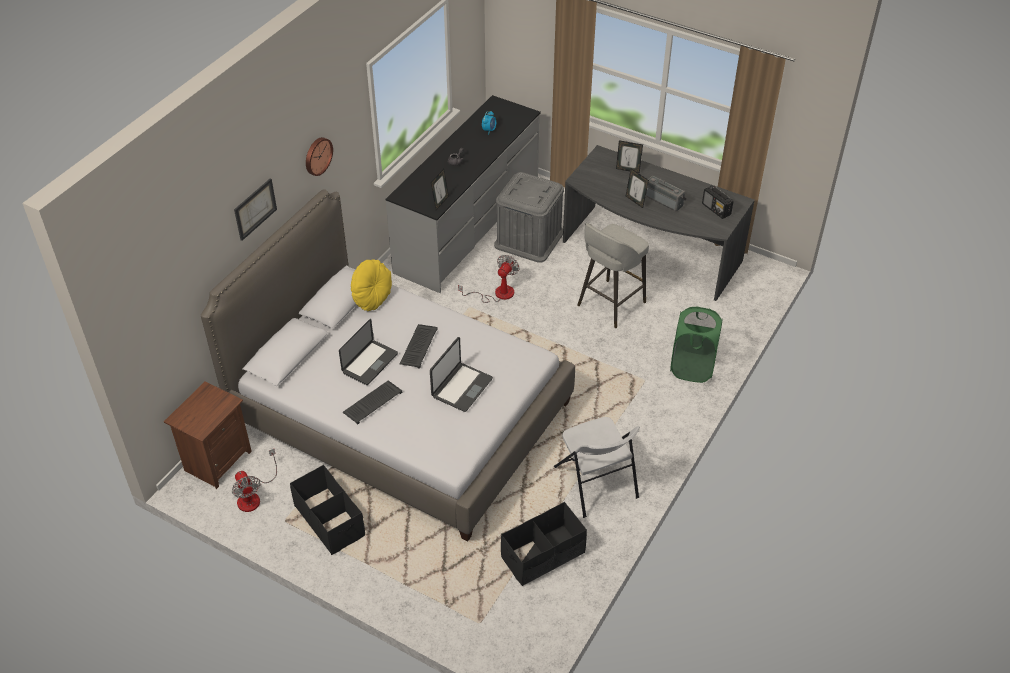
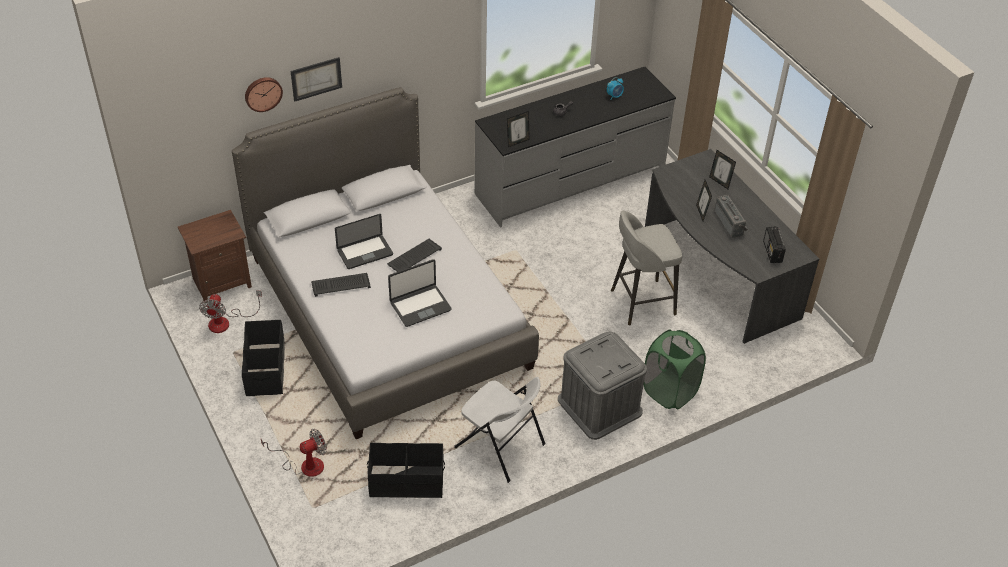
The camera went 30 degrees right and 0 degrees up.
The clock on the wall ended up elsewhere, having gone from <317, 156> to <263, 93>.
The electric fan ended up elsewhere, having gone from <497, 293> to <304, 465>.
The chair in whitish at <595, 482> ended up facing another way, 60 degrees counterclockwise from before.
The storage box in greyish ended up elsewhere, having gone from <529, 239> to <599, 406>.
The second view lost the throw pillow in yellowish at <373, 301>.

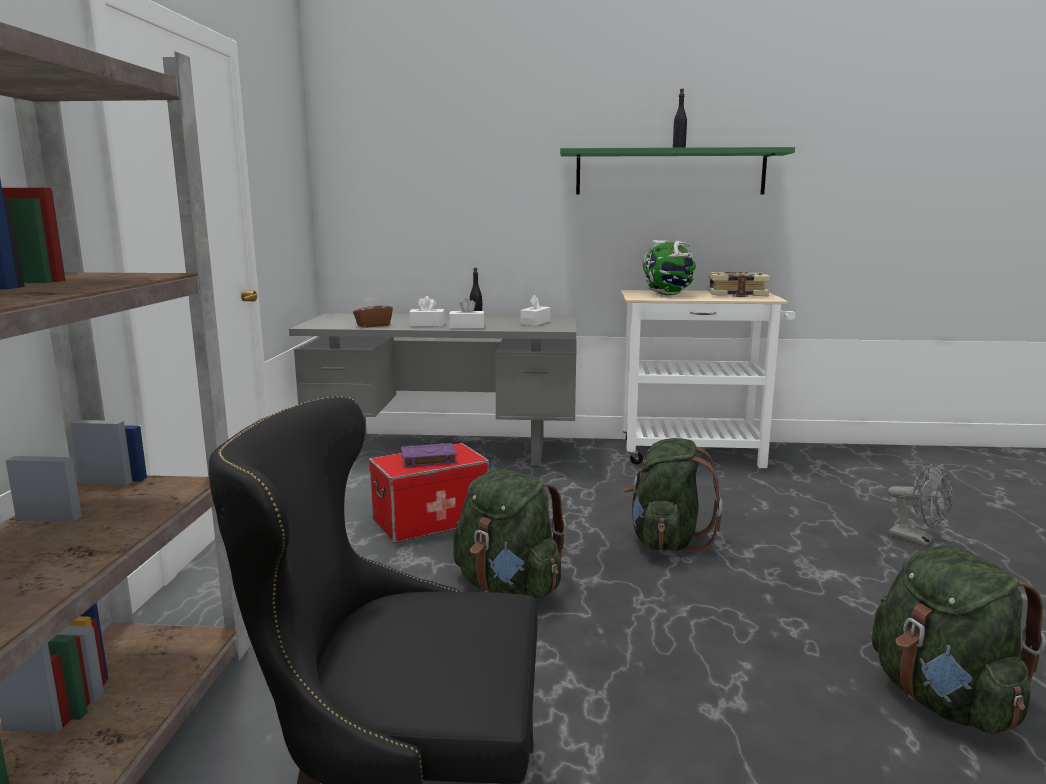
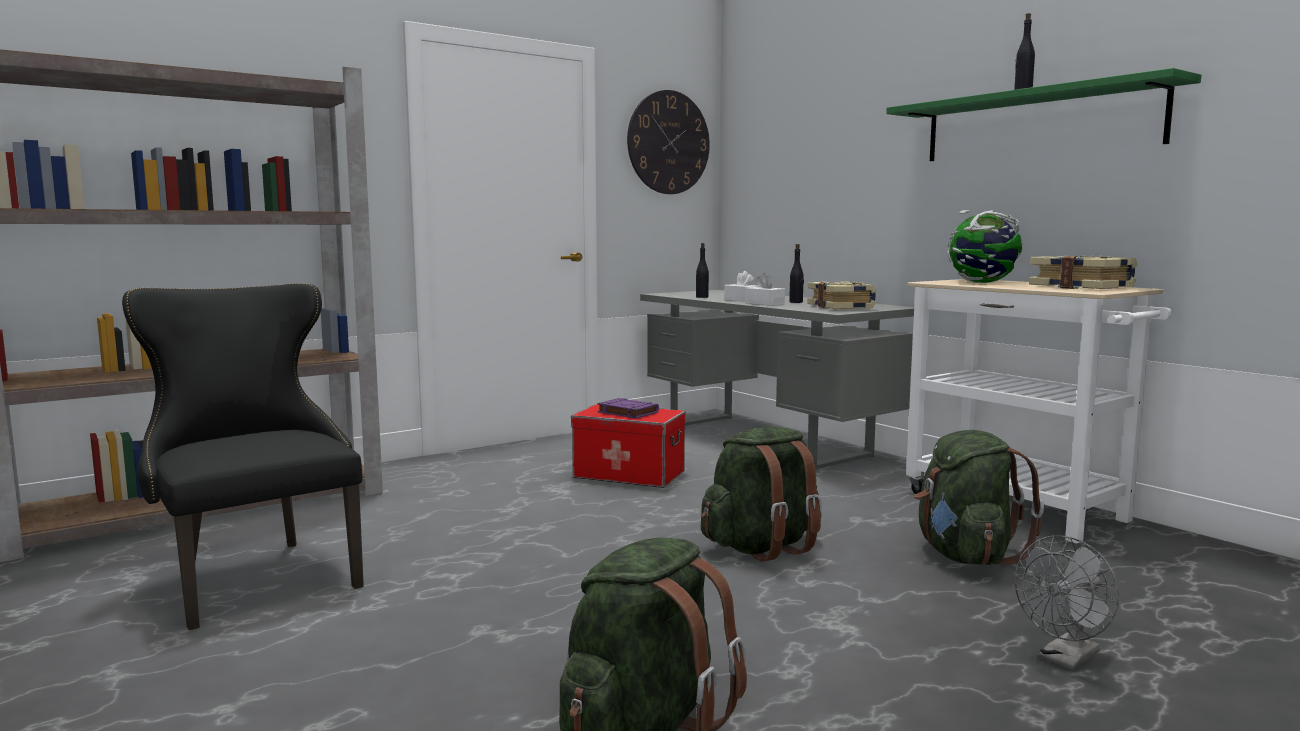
The camera went 50 degrees right and 5 degrees down.
The second view gained the clock on the wall at <668, 142>.
Where the tissue holder in brown stood at <373, 325>, the beverage bottle in blackish came to stand at <702, 297>.
Where the tissue holder in whitish stood at <535, 322>, the book came to stand at <841, 307>.
The knapsack in green-coloured ended up elsewhere, having gone from <508, 587> to <966, 556>.
The electric fan in greyish at <918, 539> ended up facing another way, 45 degrees clockwise from before.

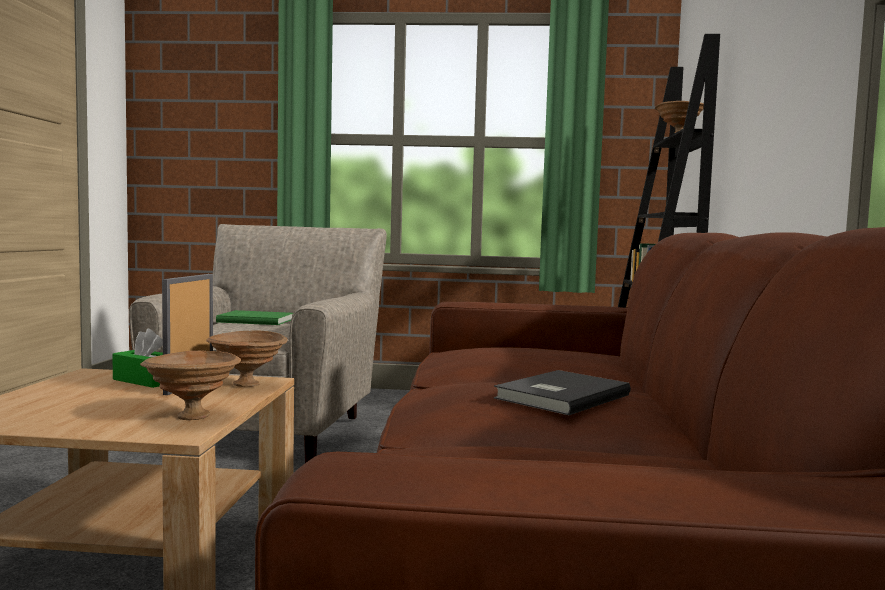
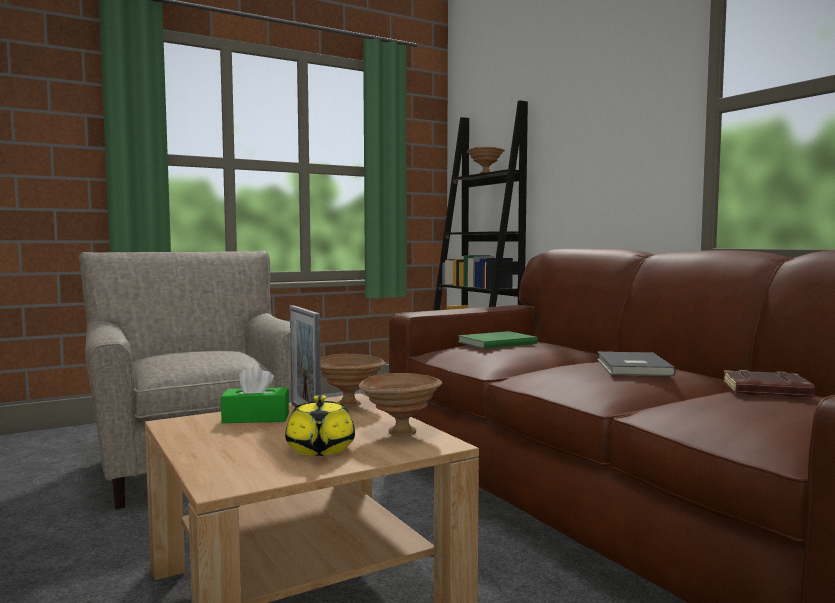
The camera went 35 degrees left and 0 degrees up.
The second view gained the pot for tea in yellowish at <320, 449>.
The book in green-coloured ended up elsewhere, having gone from <255, 320> to <495, 342>.
The second view gained the book in brown at <765, 391>.

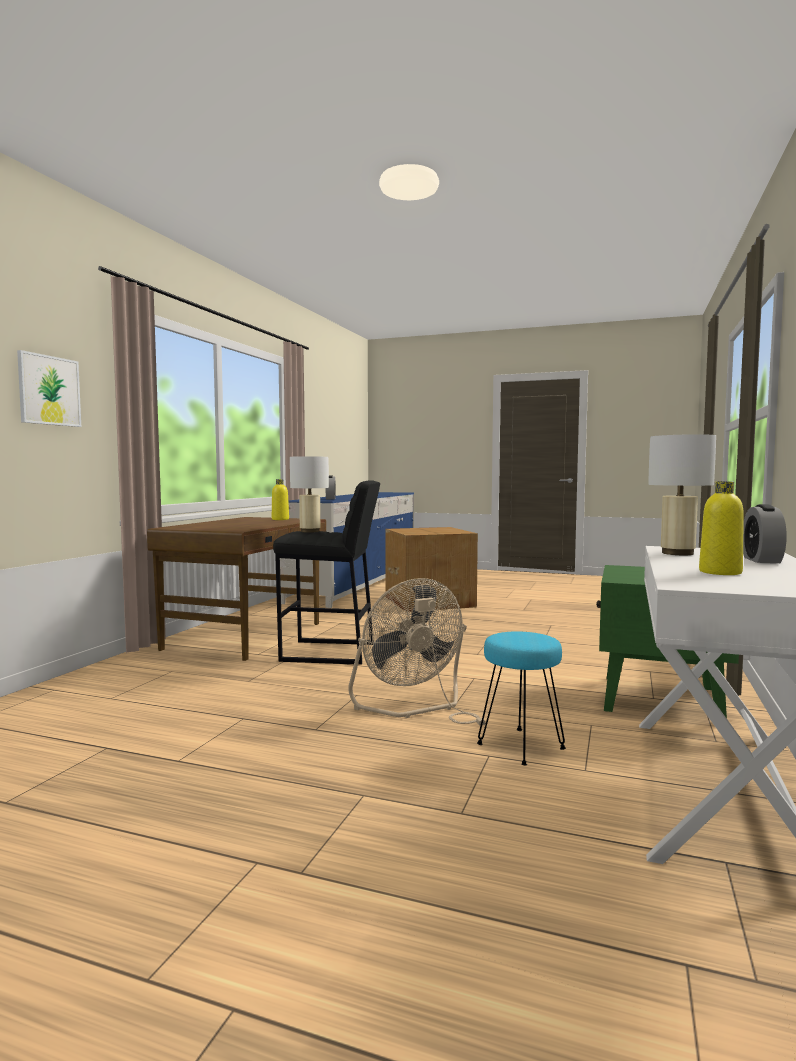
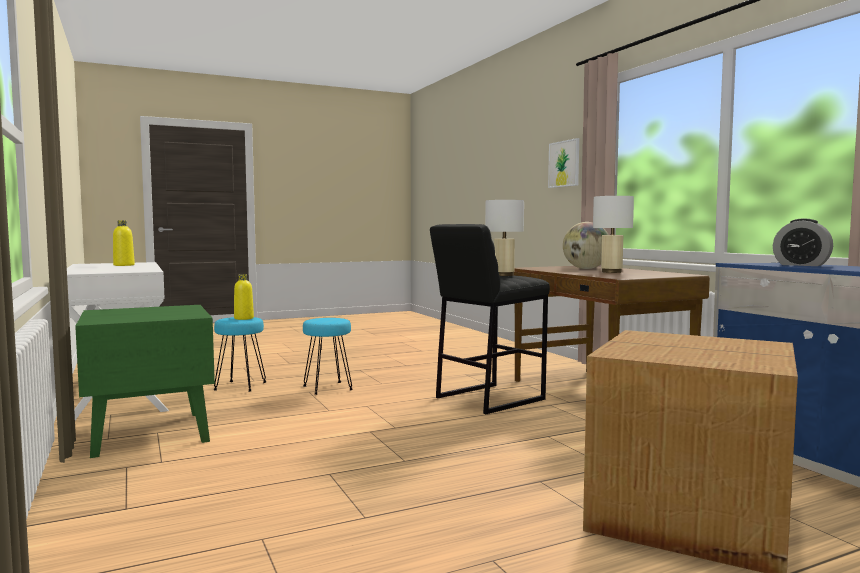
The camera went 135 degrees right and 0 degrees up.
The beverage bottle in yellowish ended up elsewhere, having gone from <280, 519> to <244, 318>.
Where the electric fan in beige stood at <423, 706>, the sitting stool in blue-green came to stand at <327, 388>.
The second view gained the world globe at <586, 269>.
The tabletop lamp in whitish ended up elsewhere, having gone from <678, 553> to <611, 272>.
The second view lost the table clock at <761, 560>.

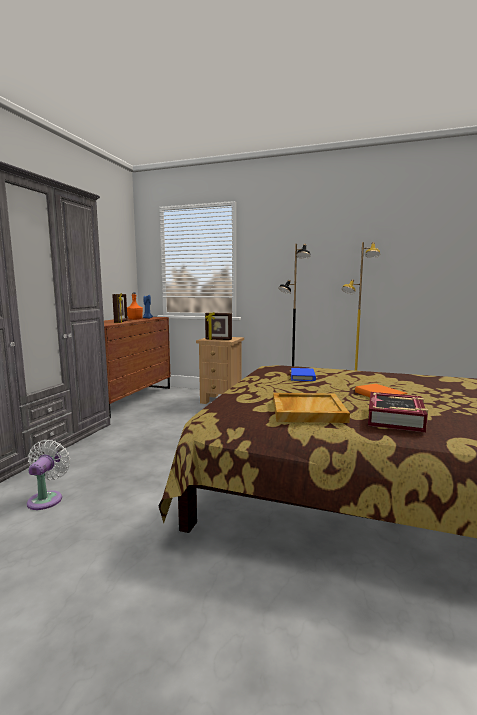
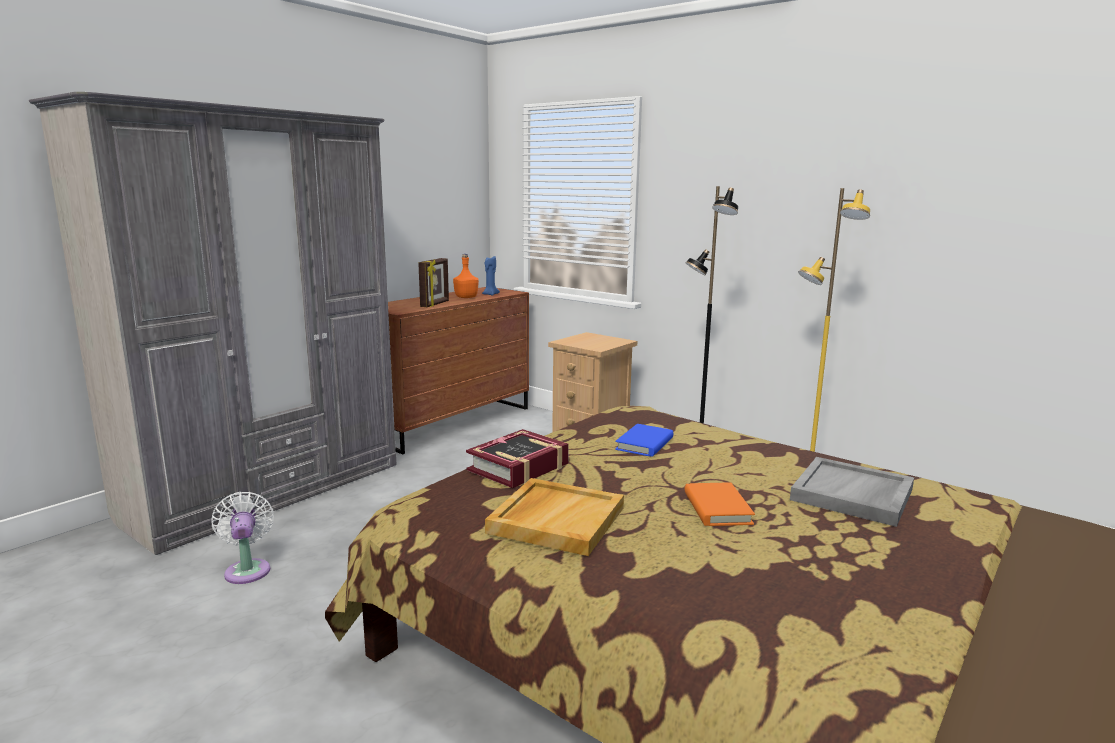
The camera went 20 degrees right and 5 degrees up.
The electric fan in whitish at <47, 498> ended up facing another way, 45 degrees counterclockwise from before.
The book ended up elsewhere, having gone from <396, 418> to <518, 467>.
The second view gained the carrying tray in greyish at <853, 495>.
The second view lost the photo frame at <218, 339>.

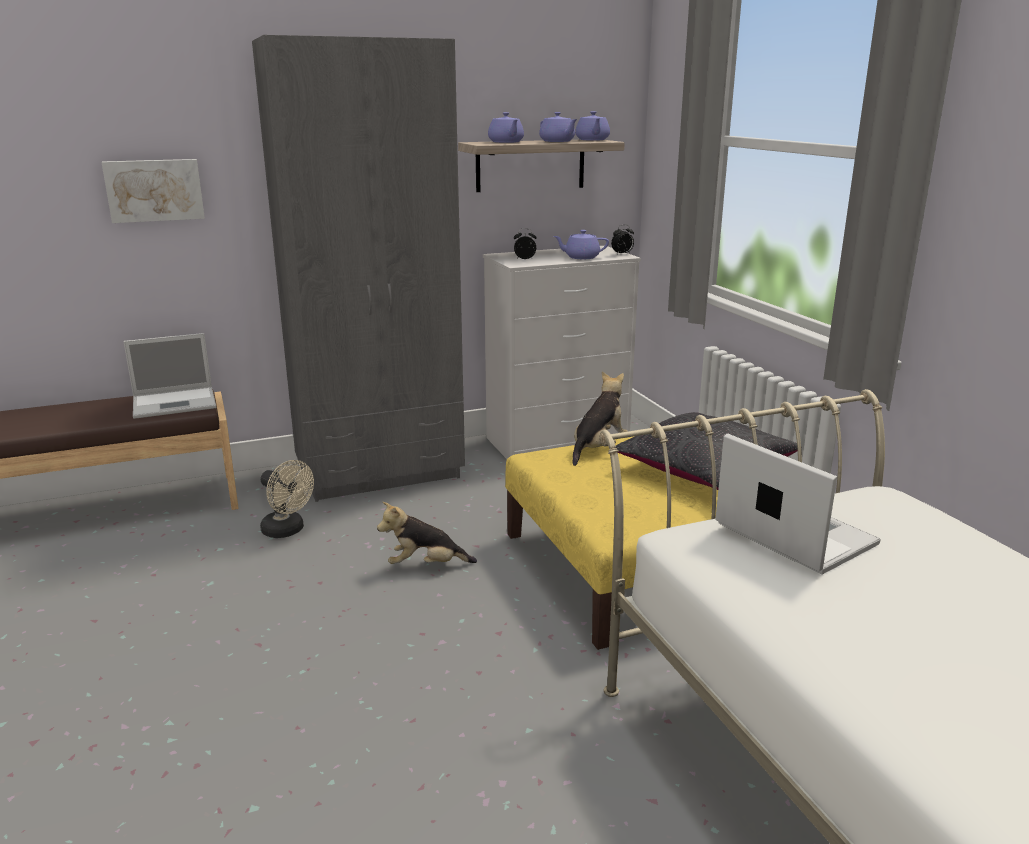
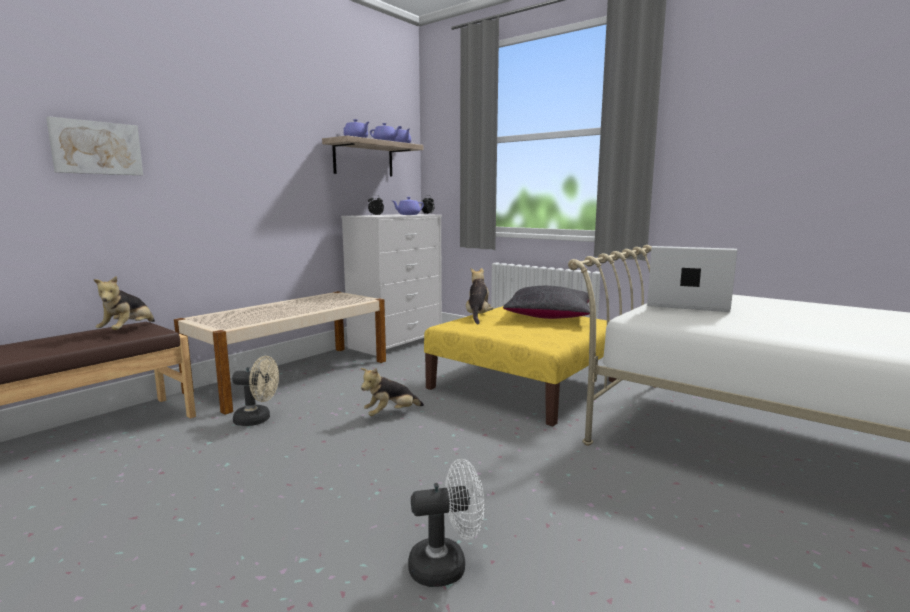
The camera went 30 degrees left and 10 degrees down.
Where the laptop stood at <176, 403>, the plush toy came to stand at <128, 331>.
Where the wardrobe in greyish stood at <381, 471>, the indoor bench in beige came to stand at <292, 375>.
The second view gained the electric fan in whitish at <447, 566>.

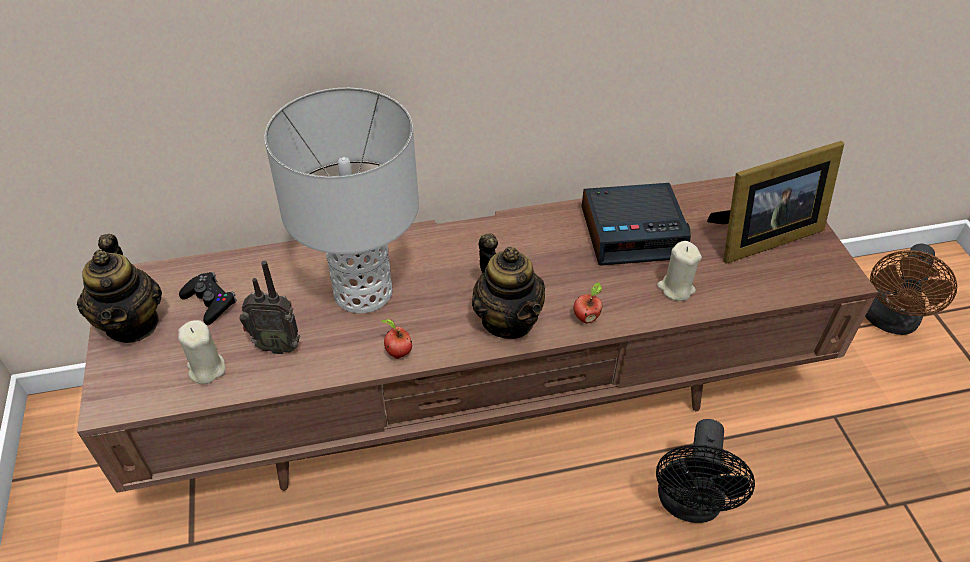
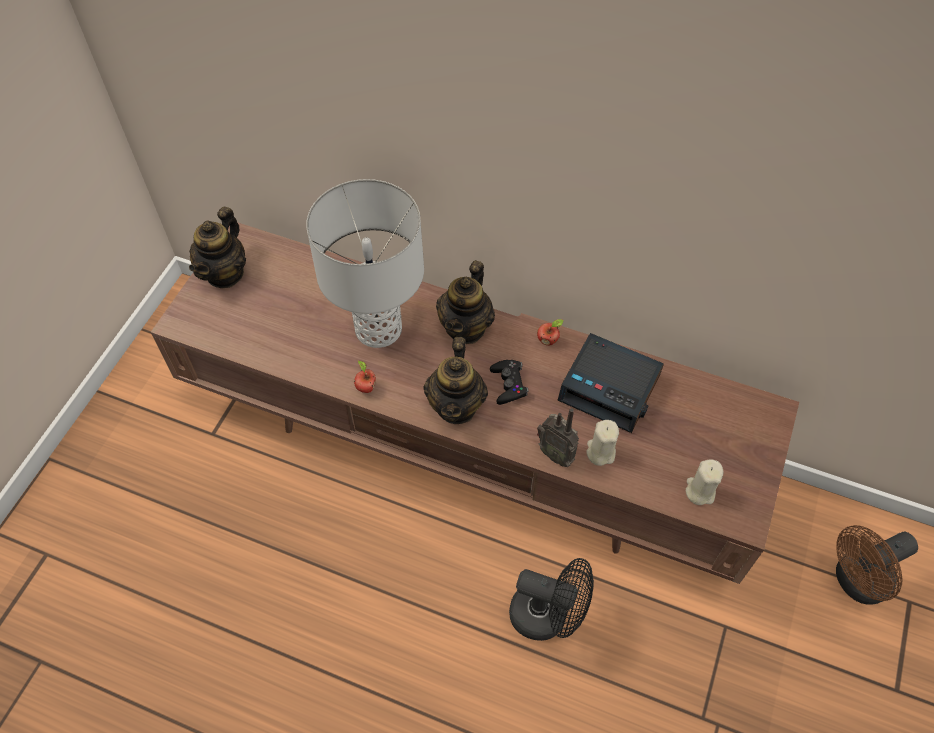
The camera went 35 degrees right and 10 degrees up.
The second view gained the pot for tea at <466, 327>.
The gamepad in blackish ended up elsewhere, having gone from <210, 301> to <508, 384>.
The electric fan in blackish at <689, 504> ended up facing another way, 120 degrees counterclockwise from before.
The apple fruit ended up elsewhere, having gone from <586, 317> to <548, 340>.
The radio set ended up elsewhere, having gone from <277, 345> to <556, 454>.
The wax candle in beige ended up elsewhere, having gone from <206, 369> to <700, 491>.
The second view lost the photo frame at <761, 237>.

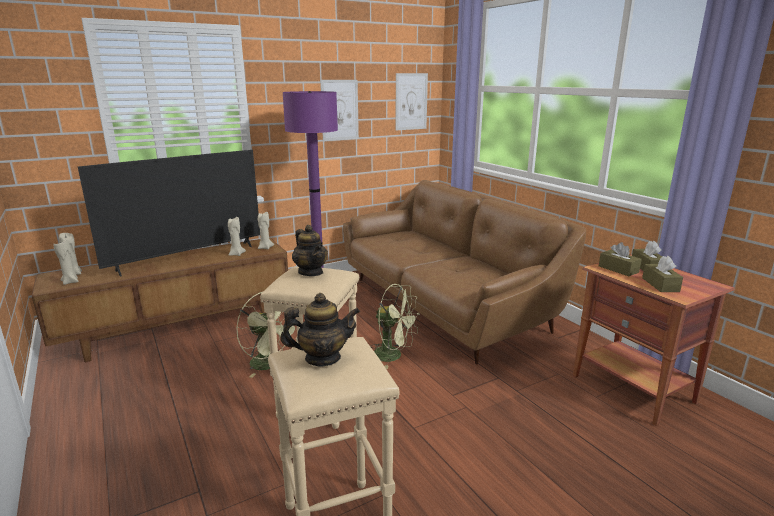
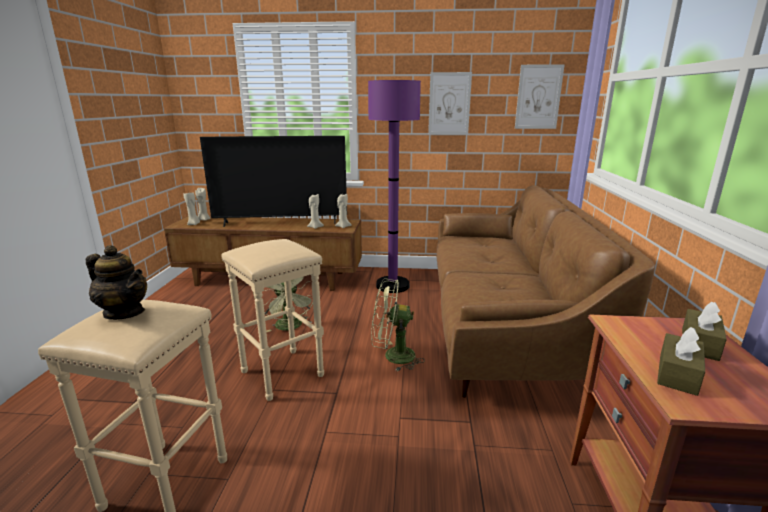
The camera went 35 degrees right and 0 degrees up.
The electric fan in green-coloured at <394, 355> ended up facing another way, 120 degrees clockwise from before.
The second view lost the pot for tea at <311, 272>.
The second view lost the tissue holder in brown at <618, 269>.

